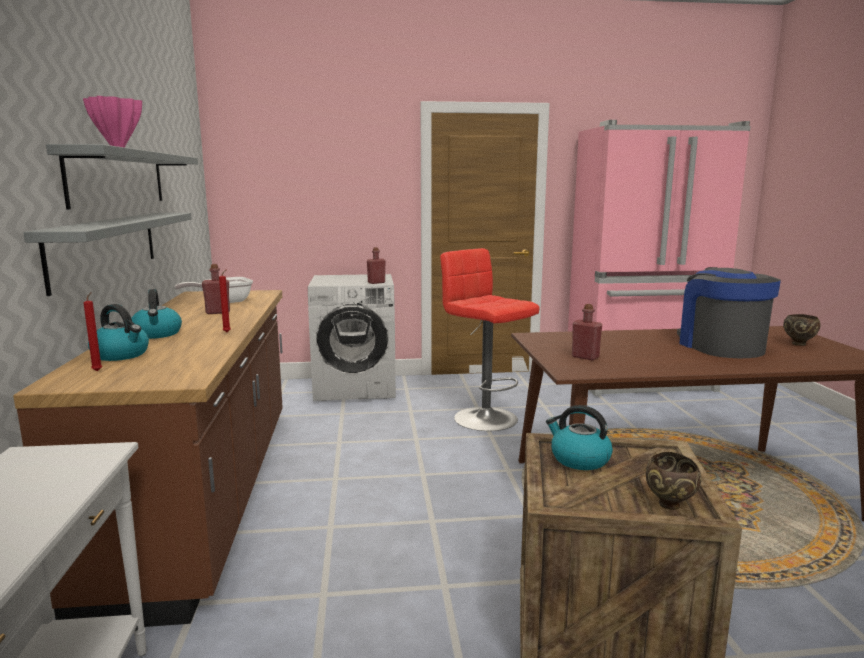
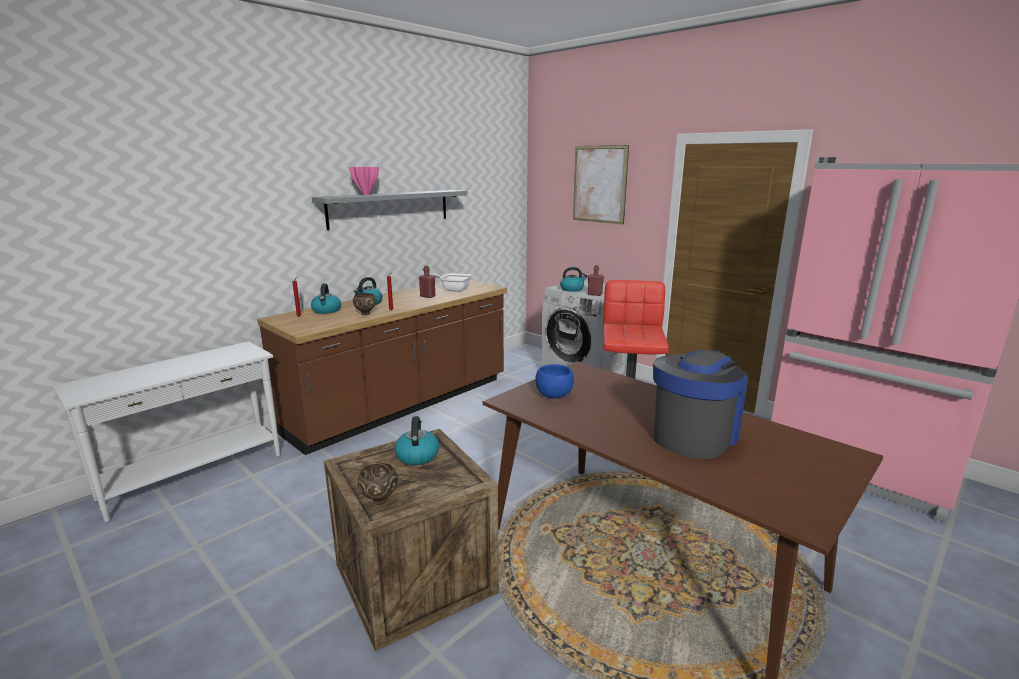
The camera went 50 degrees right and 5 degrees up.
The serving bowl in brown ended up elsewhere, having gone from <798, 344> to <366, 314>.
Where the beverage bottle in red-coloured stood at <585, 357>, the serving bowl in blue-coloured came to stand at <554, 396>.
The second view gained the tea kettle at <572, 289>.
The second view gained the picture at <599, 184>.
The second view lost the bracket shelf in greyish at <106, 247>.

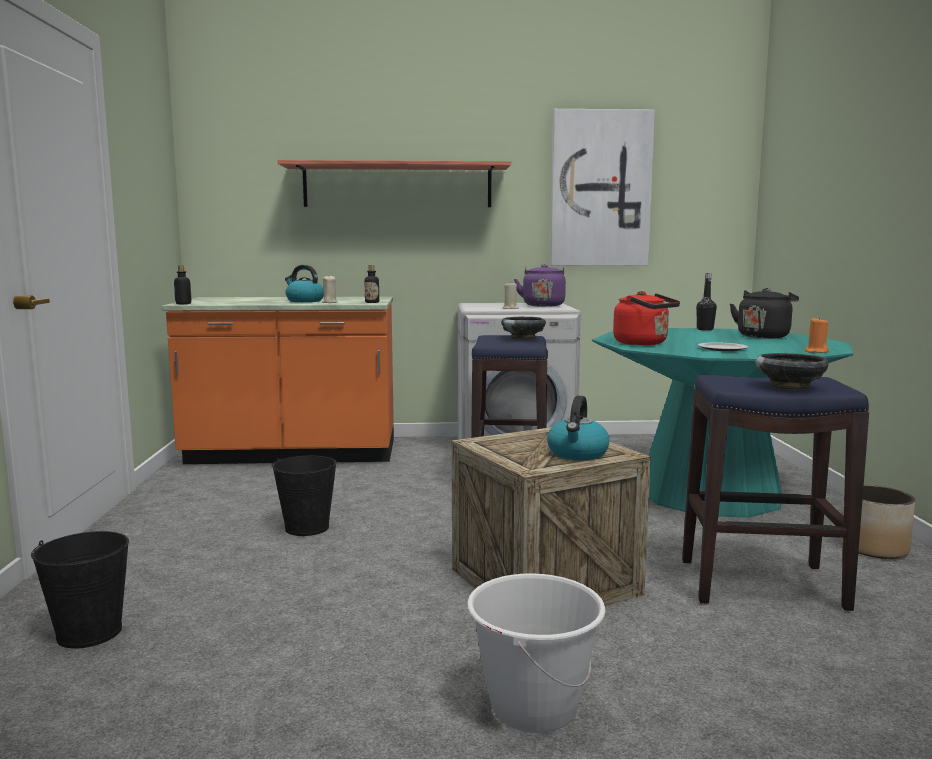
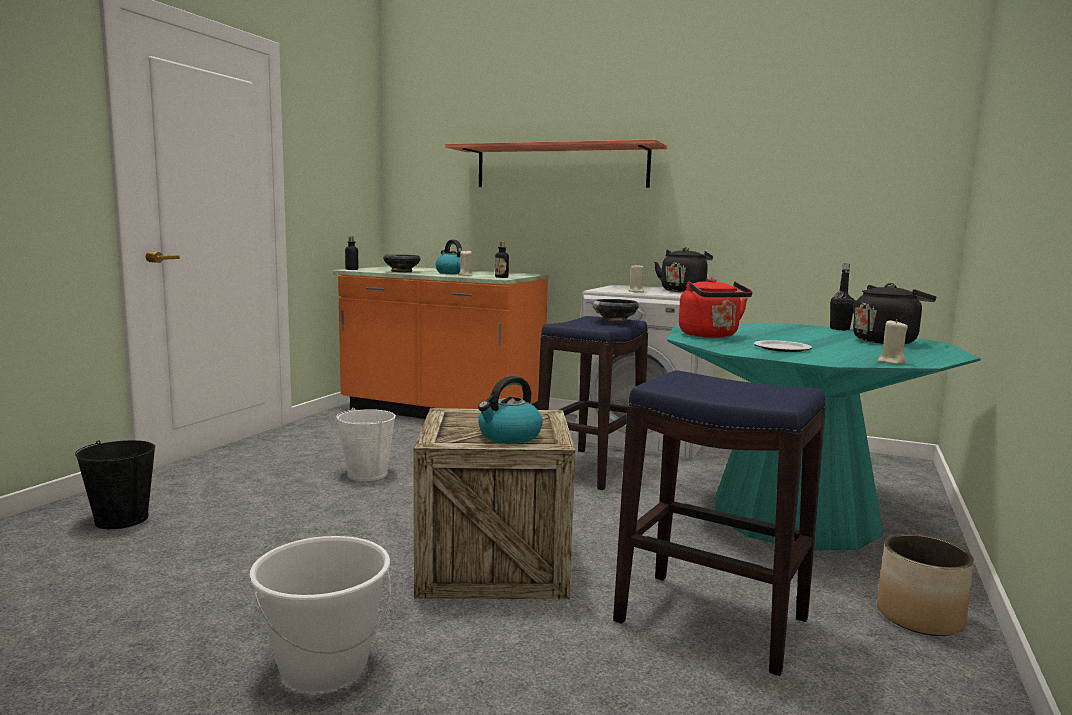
The camera went 25 degrees right and 0 degrees up.
What was the bucket in blackish at <307, 527> turned into the bucket in whitish at <367, 474>.
The serving bowl in blackish ended up elsewhere, having gone from <790, 387> to <402, 271>.
What was the tea kettle in purple-coloured at <543, 305> turned into the tea kettle in blackish at <683, 291>.
What was the wax candle in orange at <816, 351> turned into the wax candle in beige at <891, 362>.
The second view lost the picture at <600, 189>.

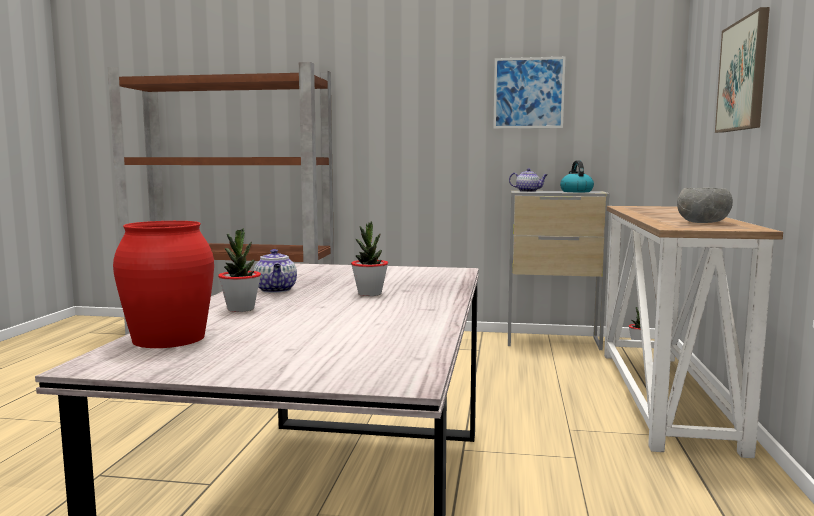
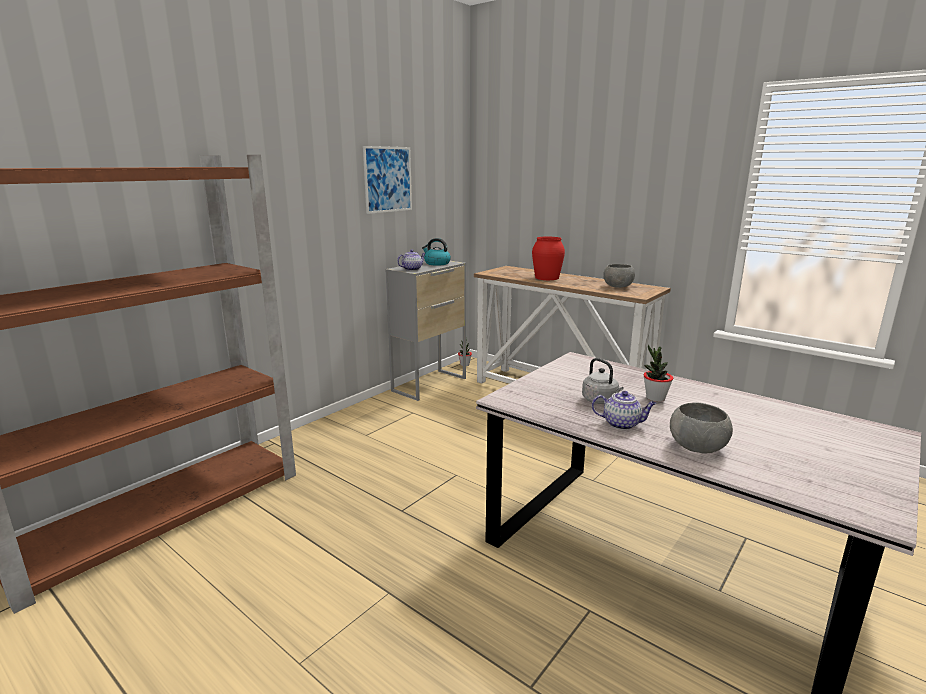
The camera went 60 degrees left and 10 degrees up.
The vase in red-coloured ended up elsewhere, having gone from <168, 338> to <547, 278>.
The second view gained the tea kettle in greyish at <601, 401>.
Where the potted plant stood at <241, 309>, the serving bowl in greyish came to stand at <696, 447>.
The second view lost the picture at <743, 75>.

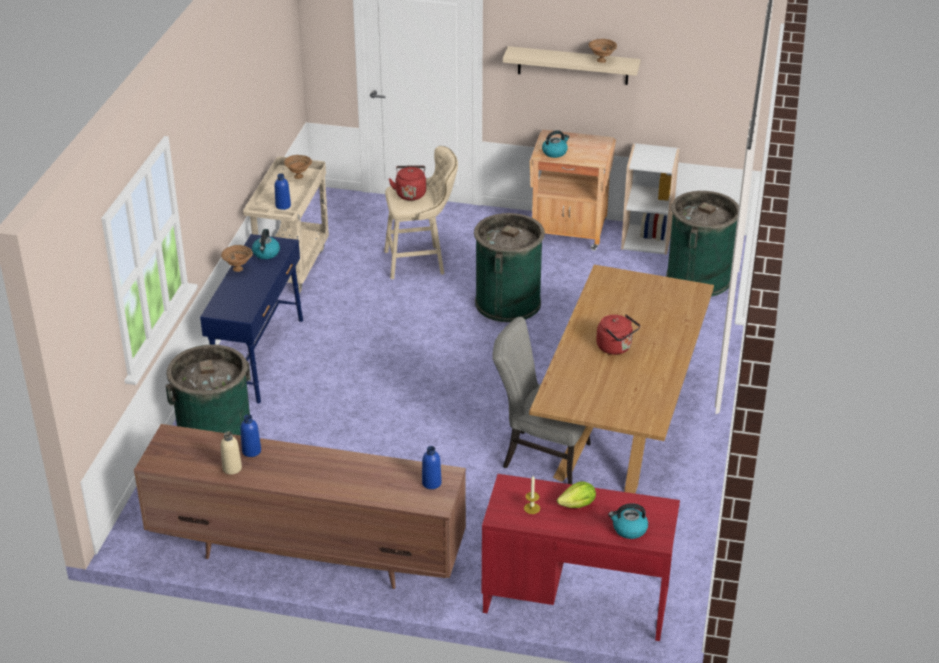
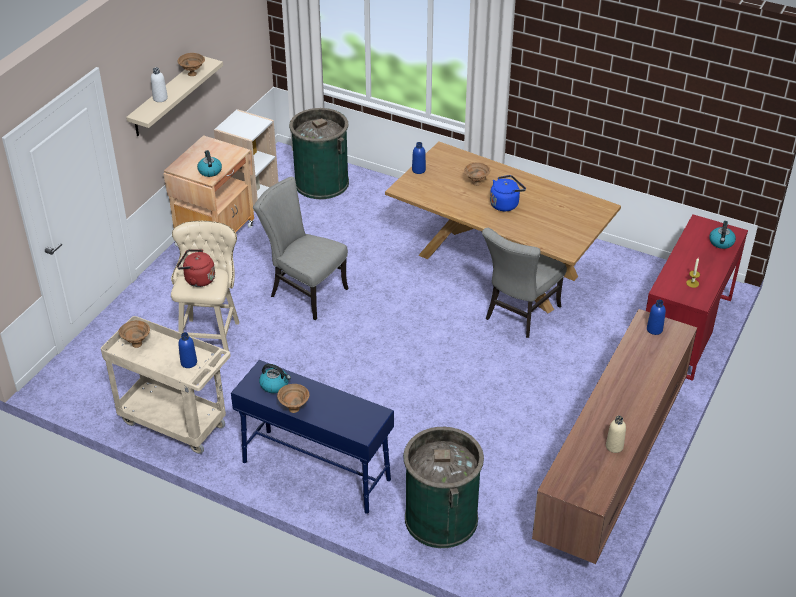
The camera went 75 degrees left and 5 degrees up.
The second view gained the beverage bottle in whitish at <160, 98>.
Where the trash can in green-coloured stood at <508, 302>, the chair in greyish came to stand at <304, 291>.
The beverage bottle in blue-coloured ended up elsewhere, having gone from <251, 451> to <418, 170>.
The second view gained the serving bowl in brown at <476, 183>.
What was the tea kettle in red-coloured at <616, 348> turned into the tea kettle in blue-coloured at <505, 204>.
The second view lost the head of lettuce at <578, 505>.

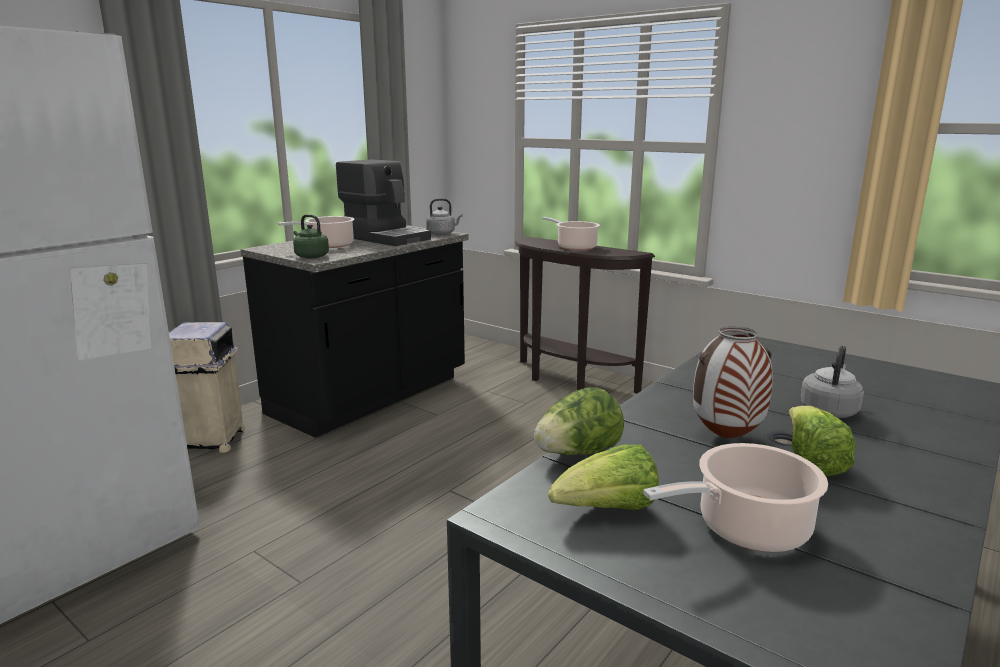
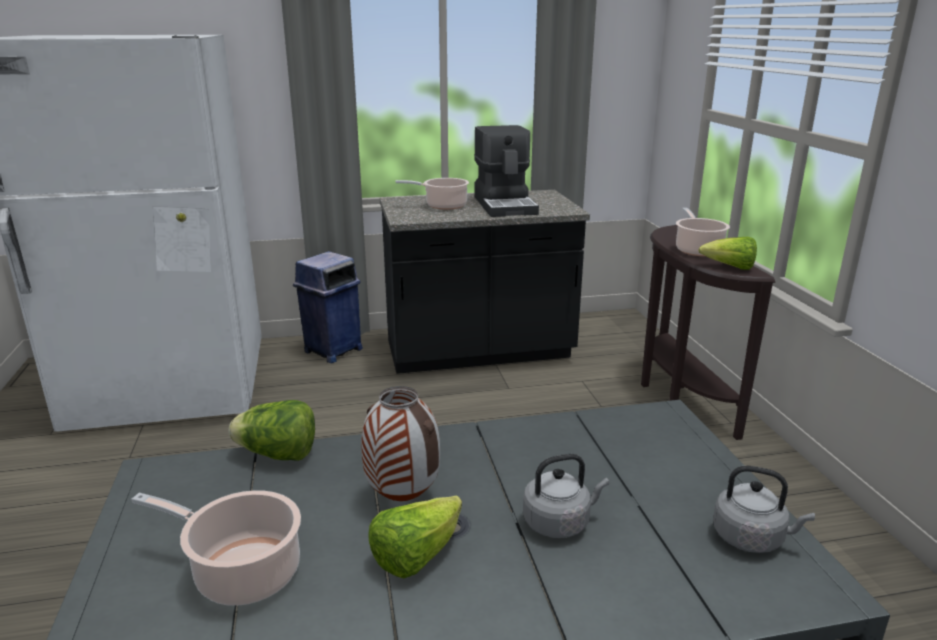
The camera went 40 degrees right and 5 degrees up.
What was the trash can in beige at <210, 441> turned into the trash can in blue-coloured at <332, 351>.
The head of lettuce ended up elsewhere, having gone from <607, 511> to <730, 267>.
The tea kettle in greyish ended up elsewhere, having gone from <442, 233> to <751, 538>.
The second view lost the tea kettle in green-coloured at <310, 256>.

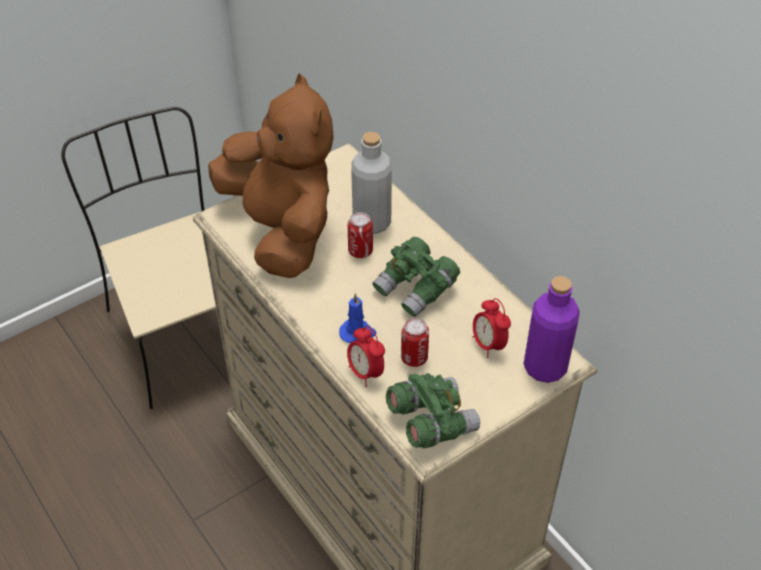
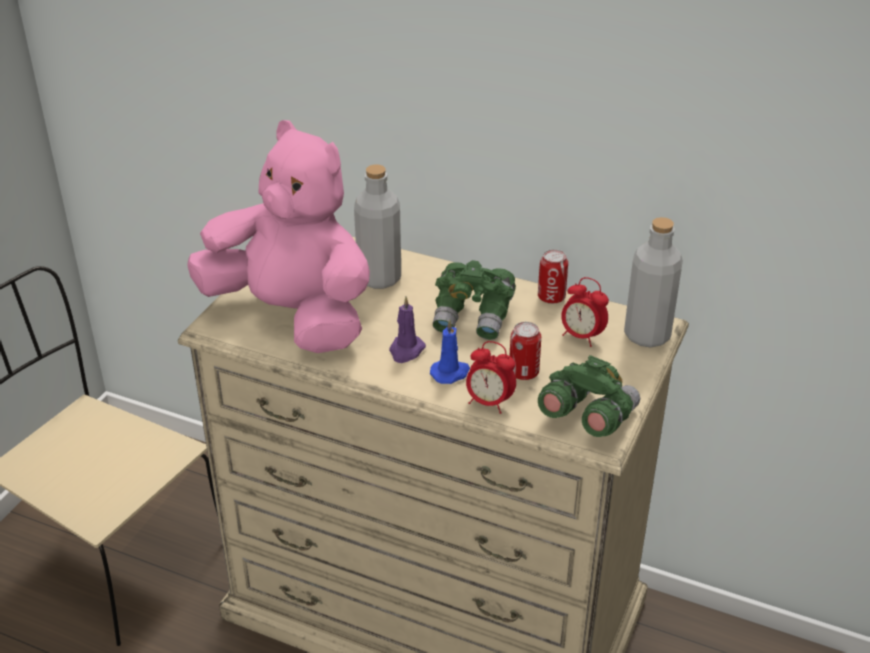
The camera went 30 degrees left and 10 degrees down.
What was the plush toy in brown at <282, 231> turned into the plush toy in pink at <292, 315>.
The second view gained the wax candle in purple-coloured at <406, 351>.
The metal can ended up elsewhere, having gone from <360, 251> to <551, 297>.
What was the beverage bottle in purple-coloured at <545, 367> turned into the beverage bottle in greyish at <647, 335>.

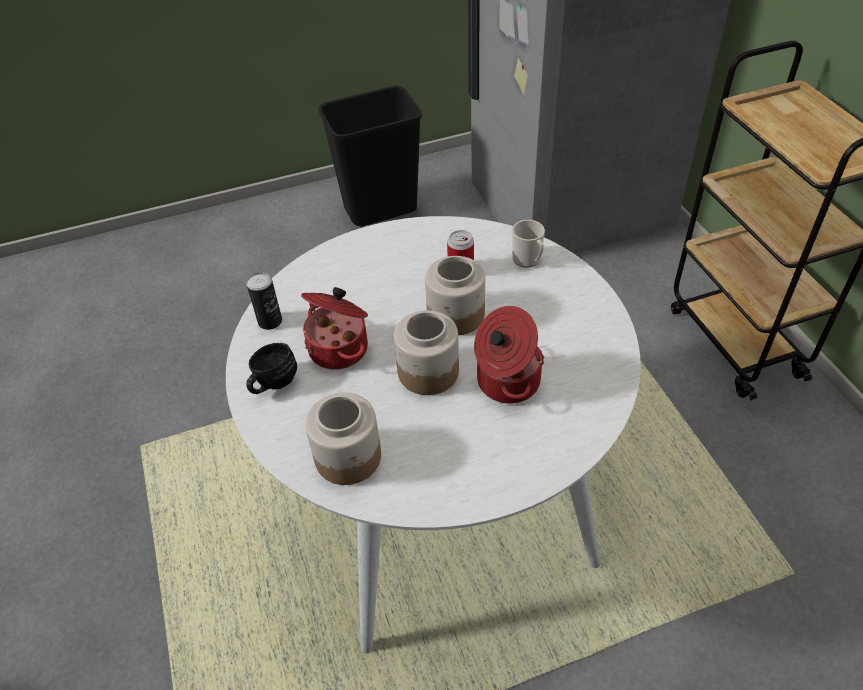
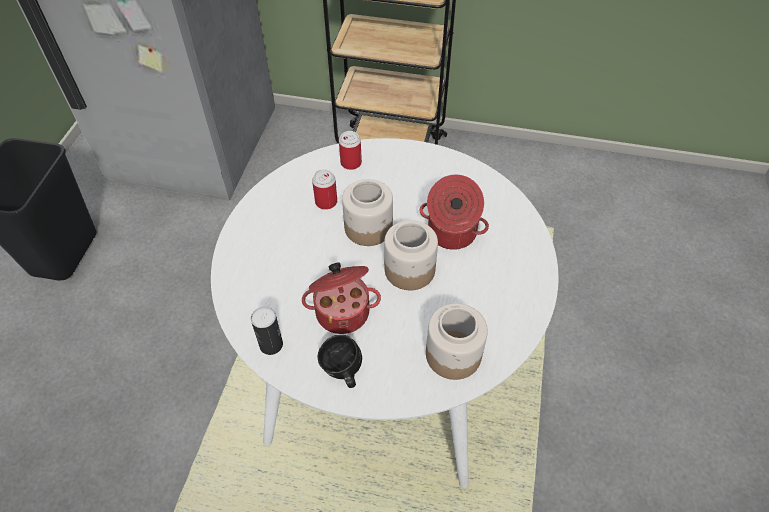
The camera went 60 degrees left and 5 degrees up.
Where the coffee mug stood at <528, 260>, the metal can came to stand at <351, 163>.

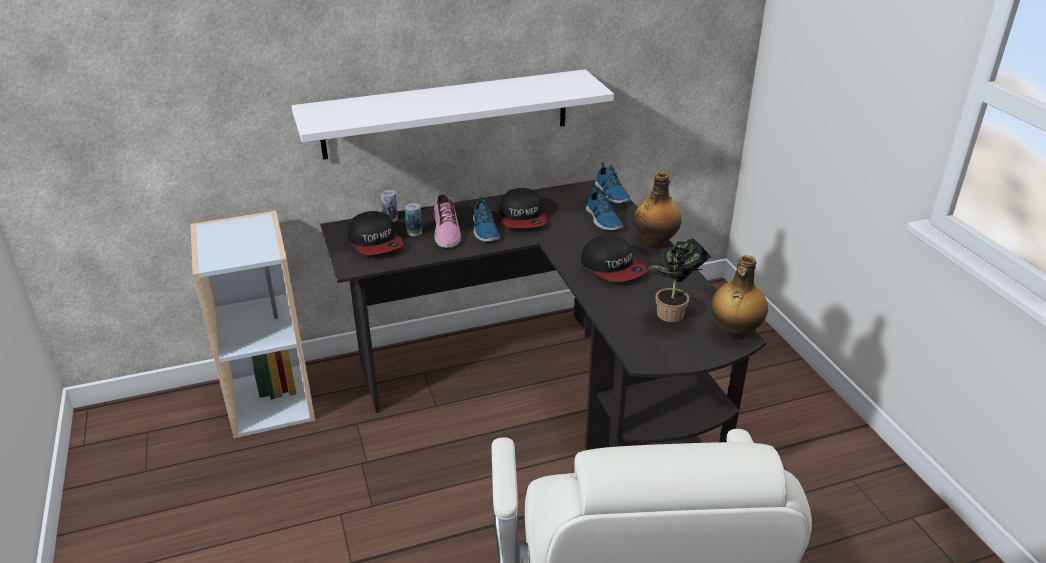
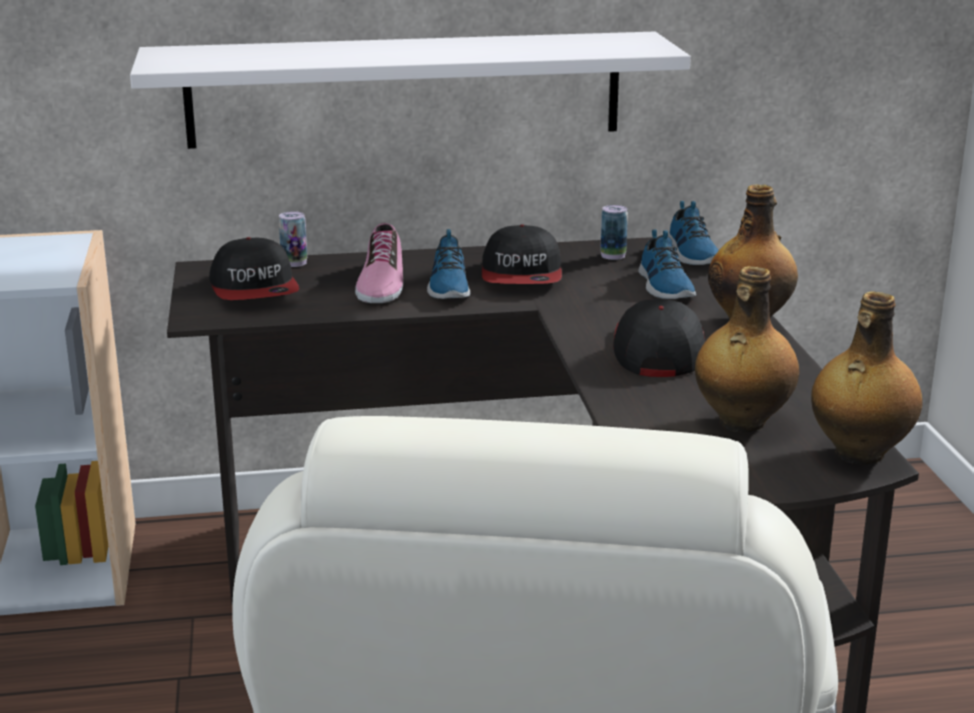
The camera went 10 degrees right and 10 degrees down.
The metal can ended up elsewhere, having gone from <414, 232> to <613, 255>.
The cap at <613, 267> ended up facing another way, 150 degrees counterclockwise from before.
Where the potted plant stood at <670, 317>, the beverage bottle came to stand at <741, 423>.

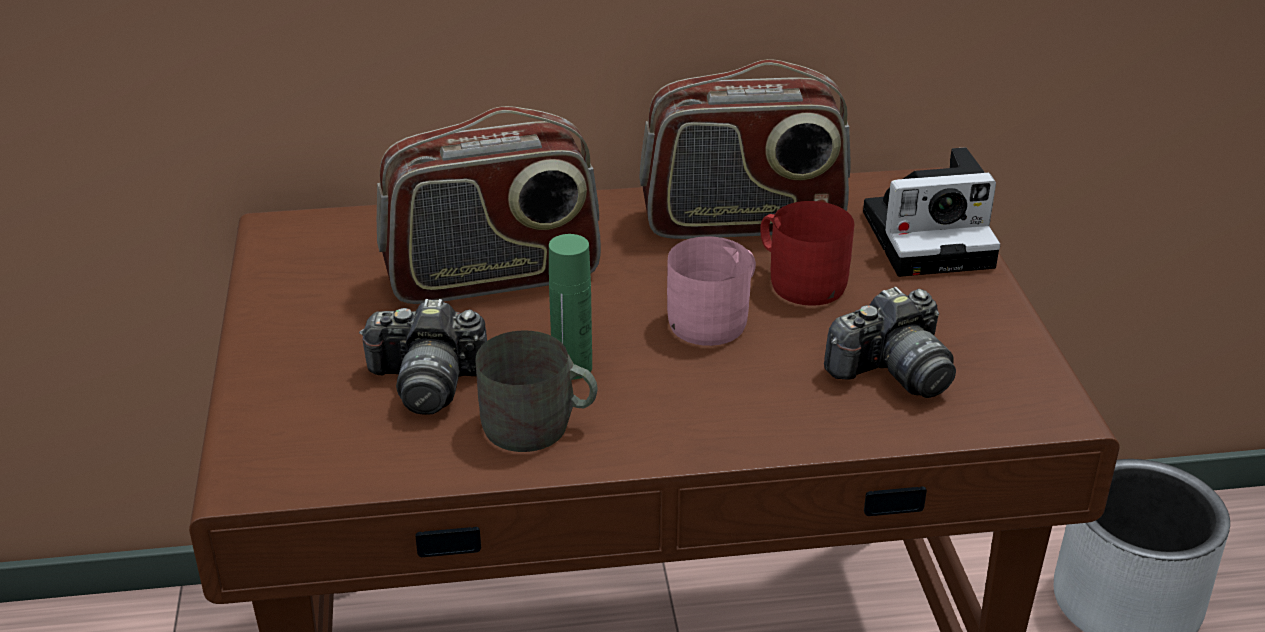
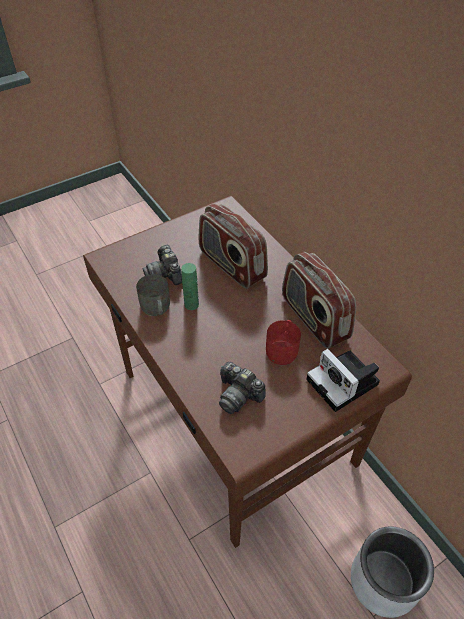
The camera went 65 degrees right and 15 degrees up.
The second view lost the coffee mug in pink at <716, 319>.

